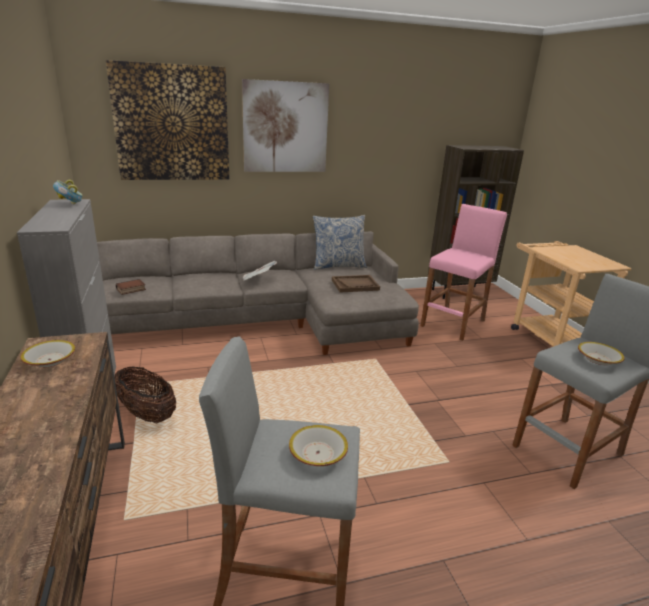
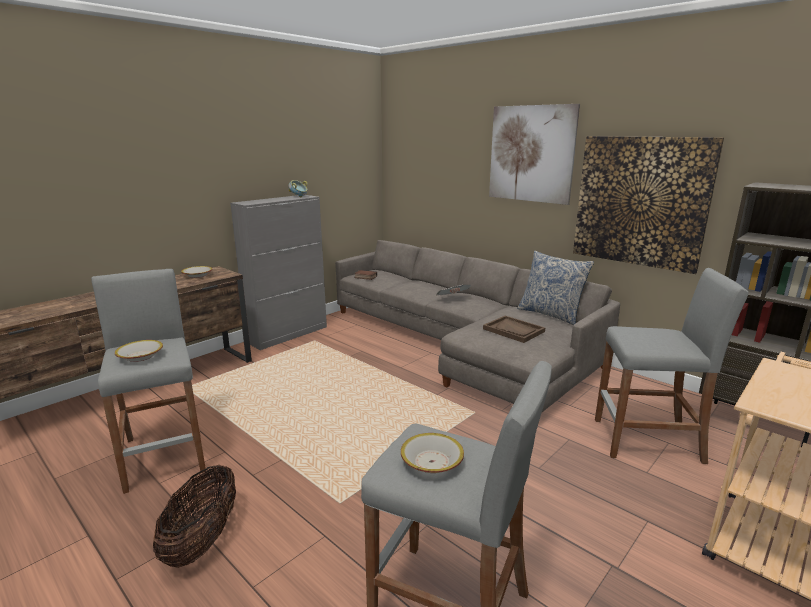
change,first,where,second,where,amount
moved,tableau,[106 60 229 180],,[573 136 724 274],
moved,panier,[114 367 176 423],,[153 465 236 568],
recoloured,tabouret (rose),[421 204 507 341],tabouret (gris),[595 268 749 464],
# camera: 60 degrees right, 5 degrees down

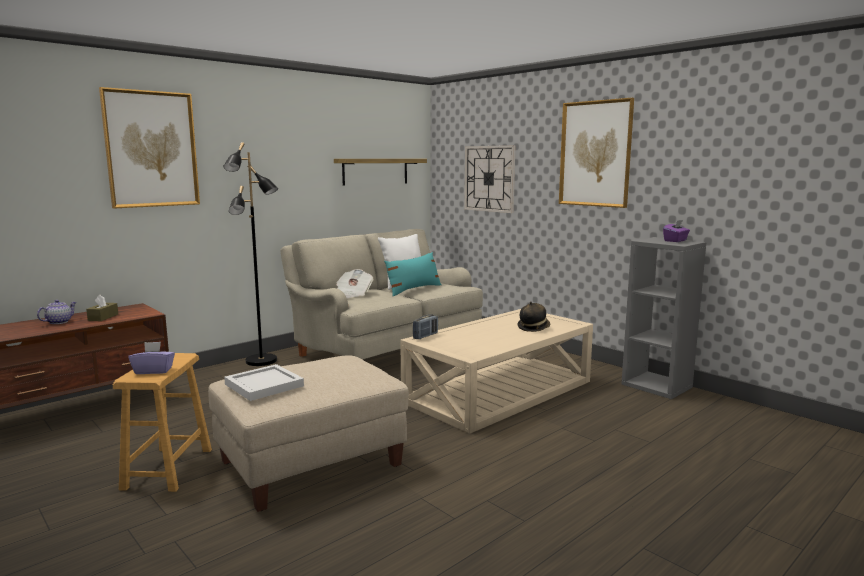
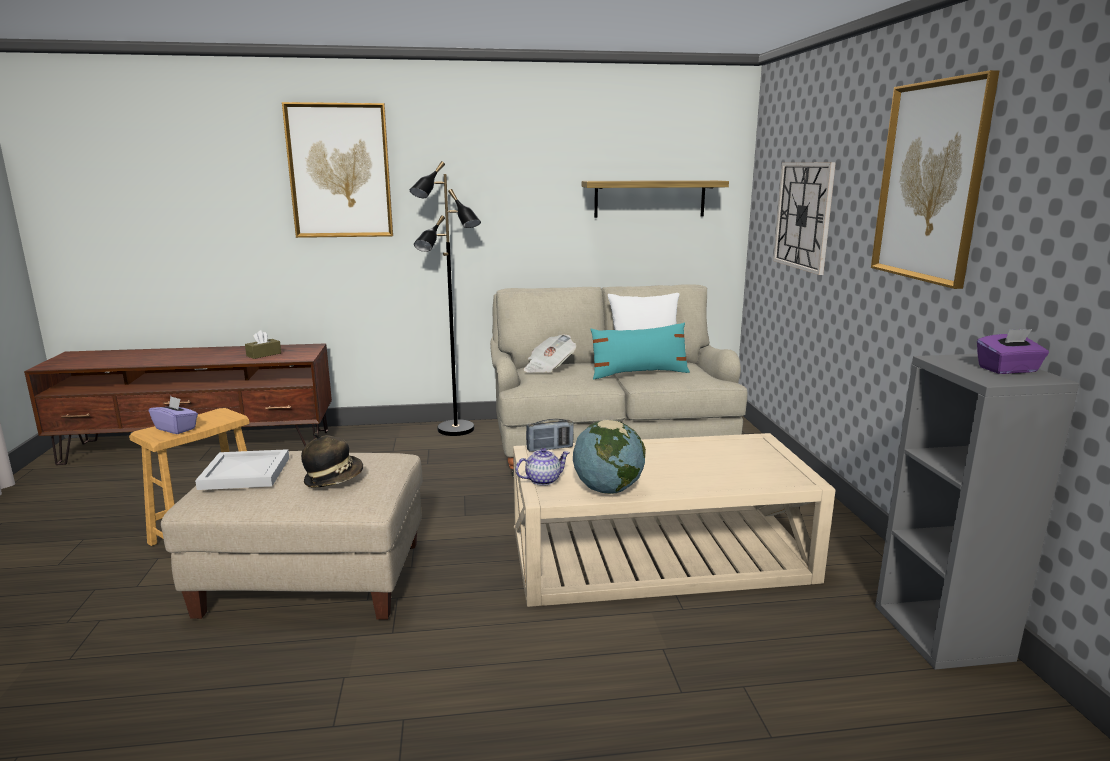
change,first,where,second,where,amount
moved,théière,[37 300 77 324],,[516 448 570 486],
moved,chapeau,[517 301 550 332],,[301 433 363 488],
added,,,globe,[573 420 646 494],
# camera: 35 degrees right, 5 degrees up

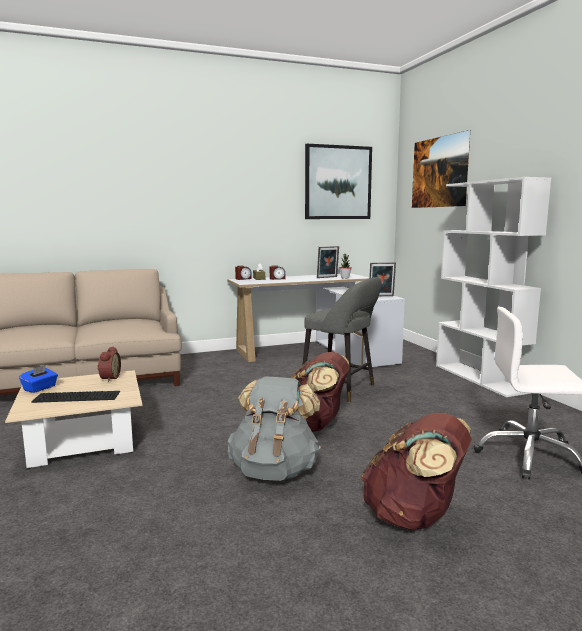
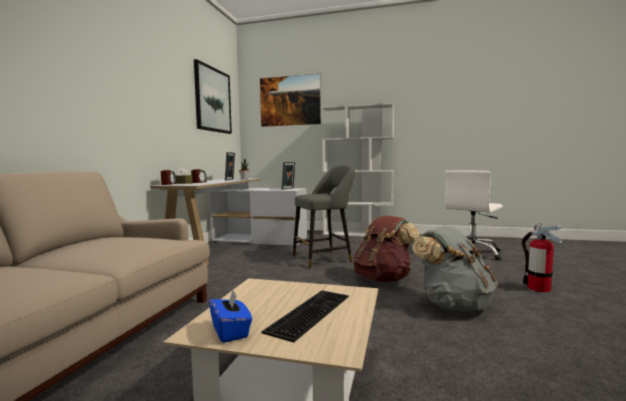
change,first,where,second,where,amount
removed,réveil,[97 346 121 382],,,
replaced,sac à dos (marron),[361 413 472 530],extincteur,[522 223 563 292],
# camera: 55 degrees left, 5 degrees down

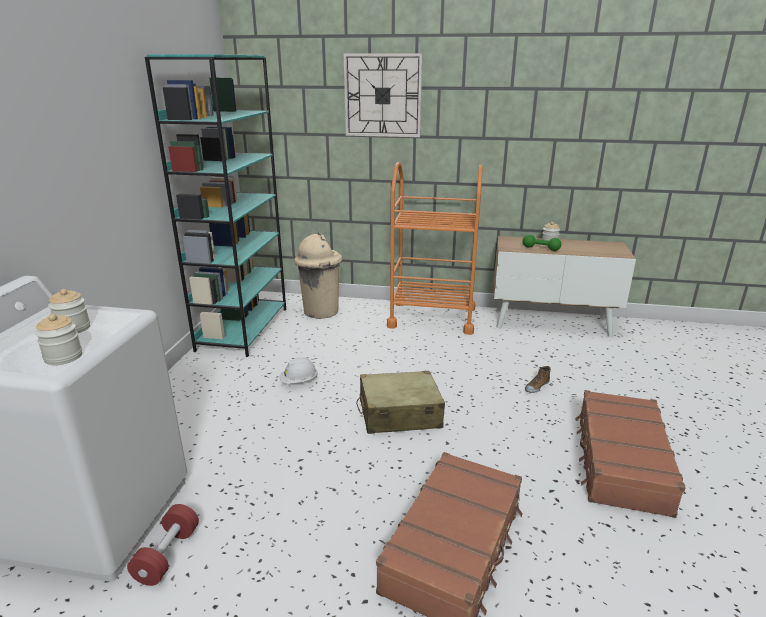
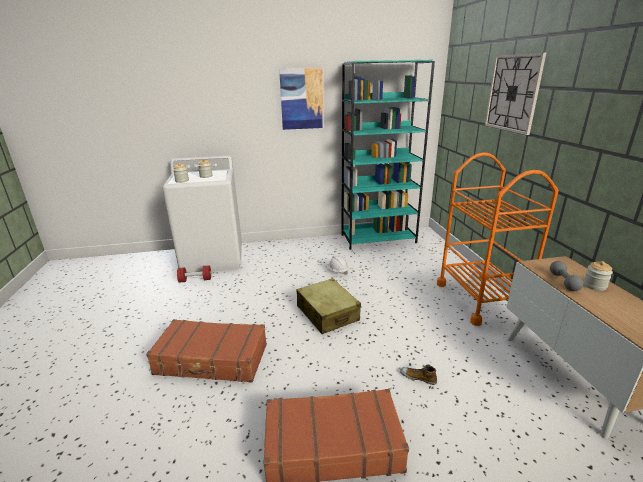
change,first,where,second,where,amount
removed,poubelle (beige),[294 233 342 319],,,
recoloured,haltère (vert),[522 235 562 251],haltère (gris),[550 261 583 291],
added,,,tableau,[279 68 323 130],
# camera: 70 degrees right, 0 degrees up

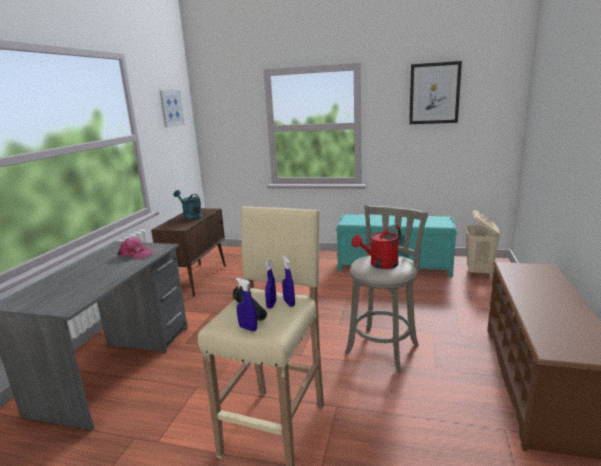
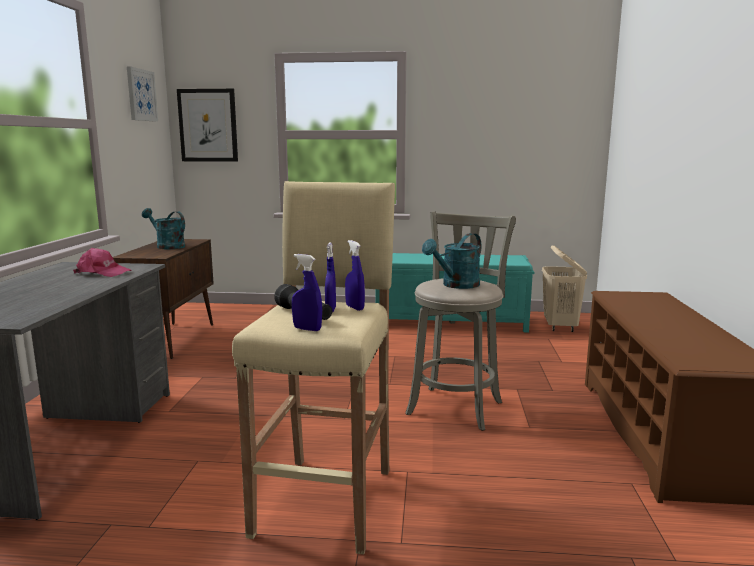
change,first,where,second,where,amount
recoloured,arrosoir (rouge),[352 225 401 269],arrosoir (turquoise),[422 233 481 289],
moved,tableau,[409 61 462 124],,[177 89 238 162],
# camera: 10 degrees left, 5 degrees down

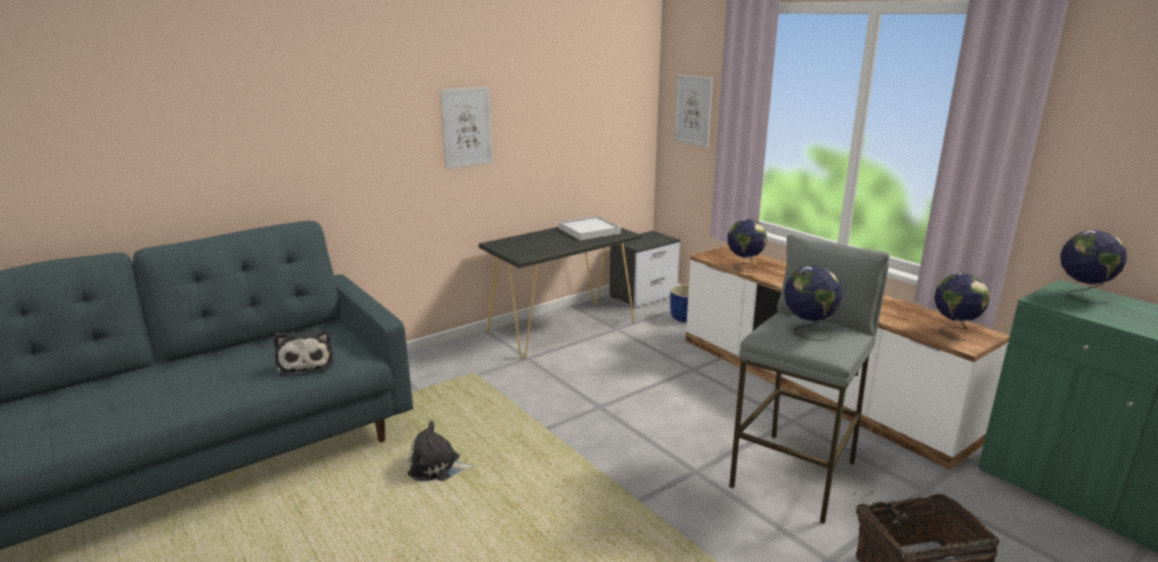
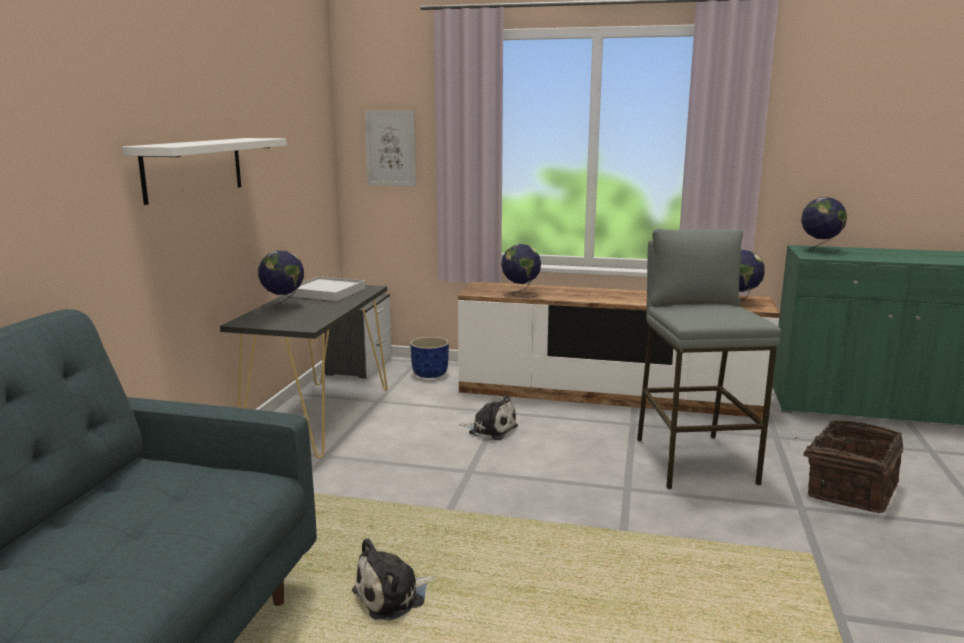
change,first,where,second,where,amount
moved,peluche,[274 330 334 377],,[459 395 518 440],
replaced,tableau,[440 87 493 169],étagère (blanc),[122 138 287 205],
moved,globe,[784 265 842 341],,[258 251 304 309],
# camera: 40 degrees left, 5 degrees down

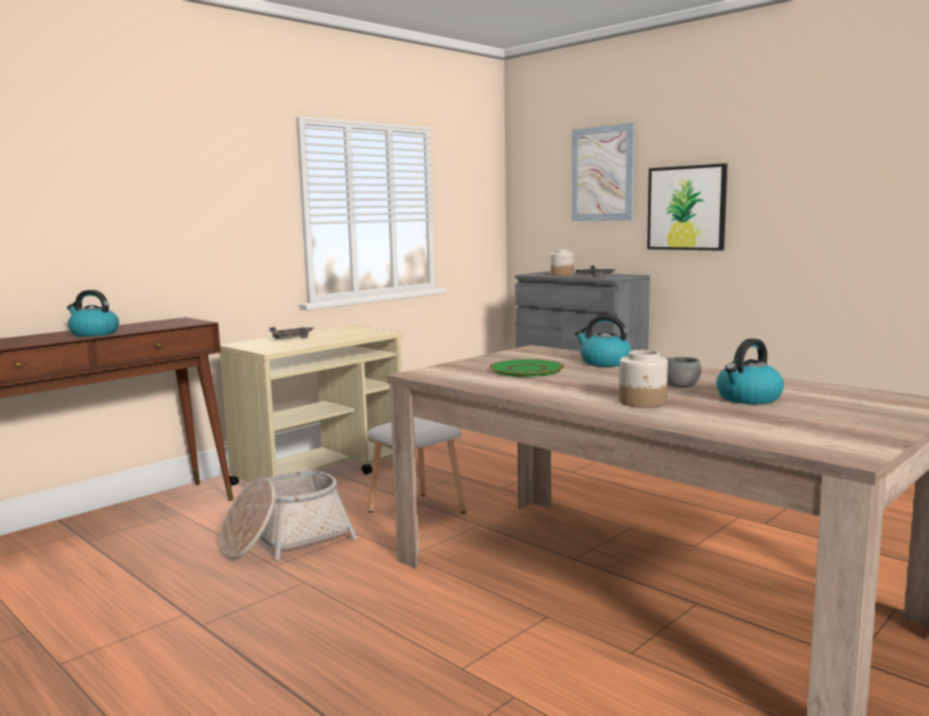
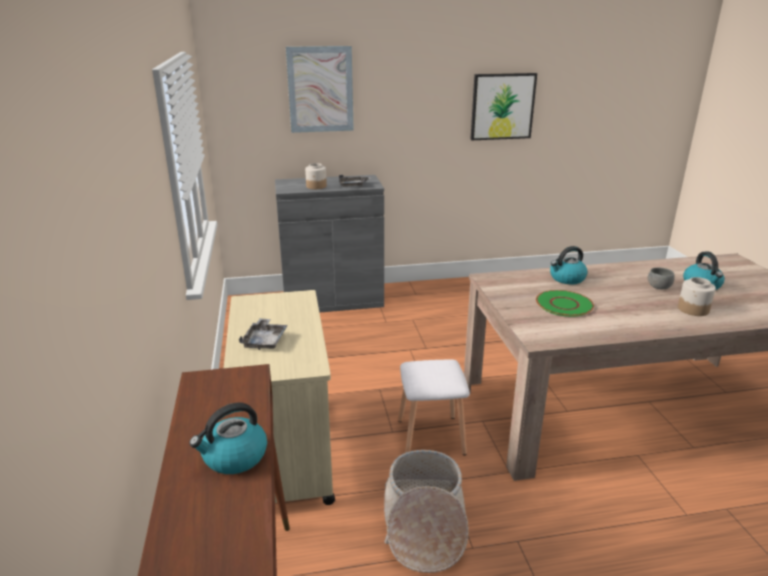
change,first,where,second,where,amount
moved,tableau,[647 163 727 251],,[470 73 537 140],
# camera: 55 degrees left, 15 degrees up

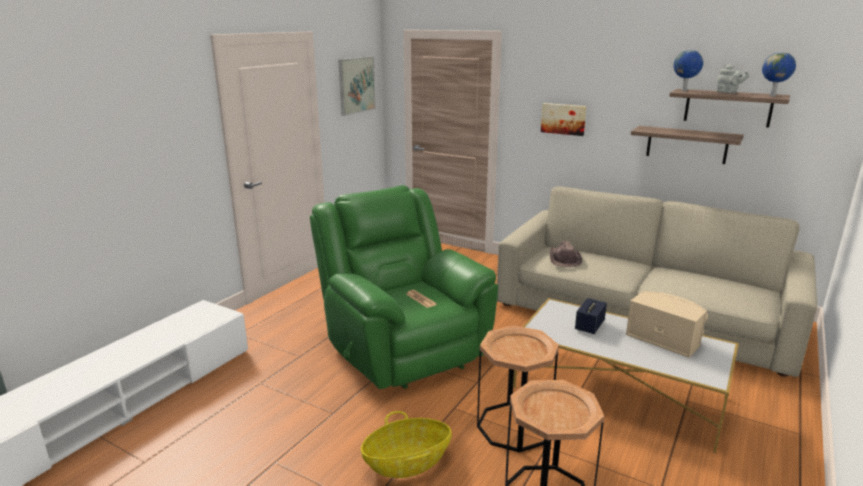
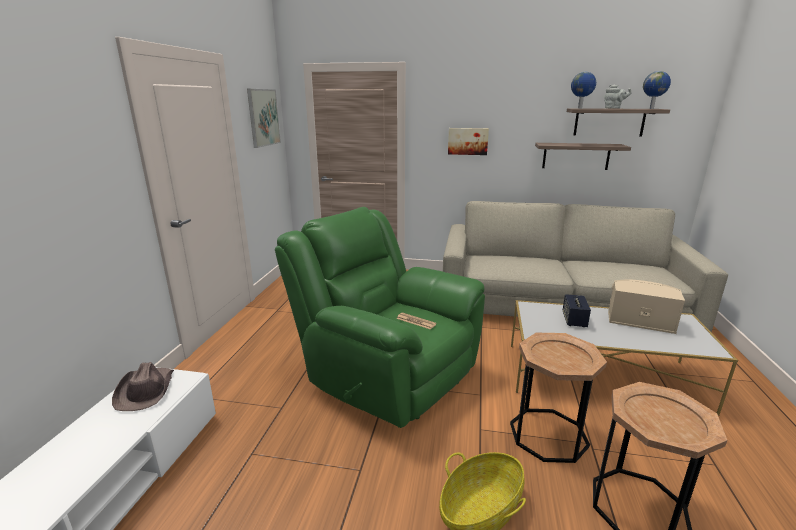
change,first,where,second,where,amount
moved,chapeau (marron),[550 240 582 267],,[112 362 174 411],
# camera: 20 degrees left, 0 degrees up

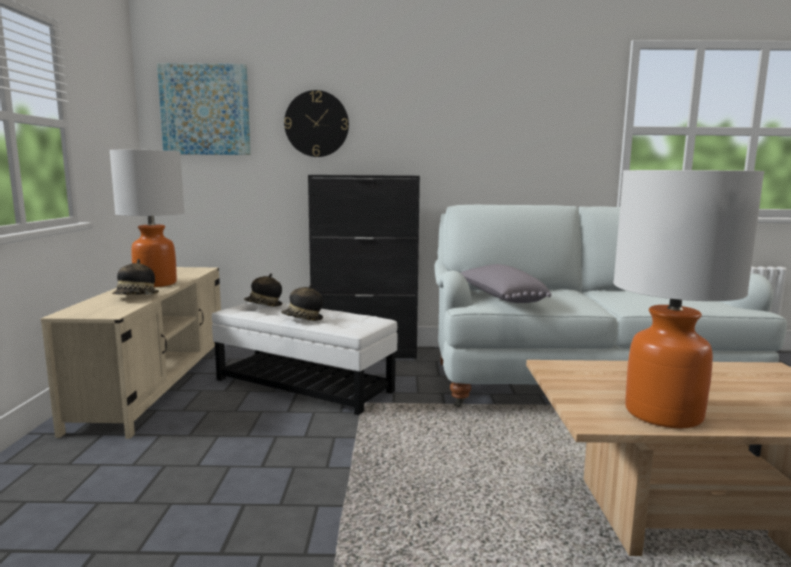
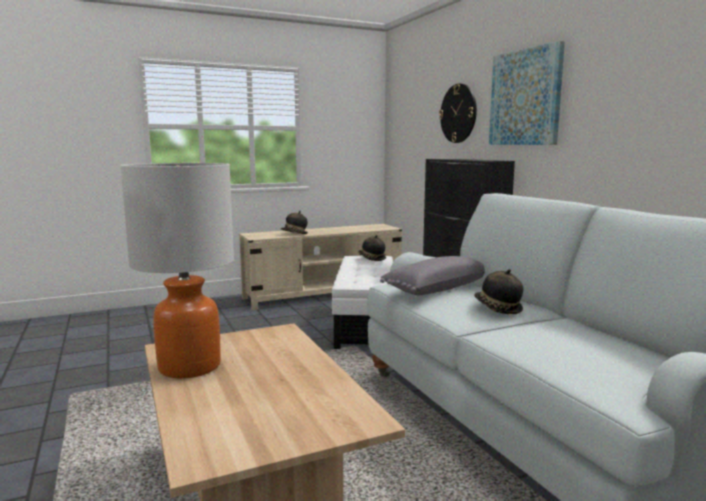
change,first,where,second,where,amount
removed,lampe de table,[109 150 185 287],,,
moved,tableau,[157 63 250 155],,[489 41 565 145],
moved,chapeau,[281 284 323 321],,[474 269 524 314],
# camera: 65 degrees right, 0 degrees up

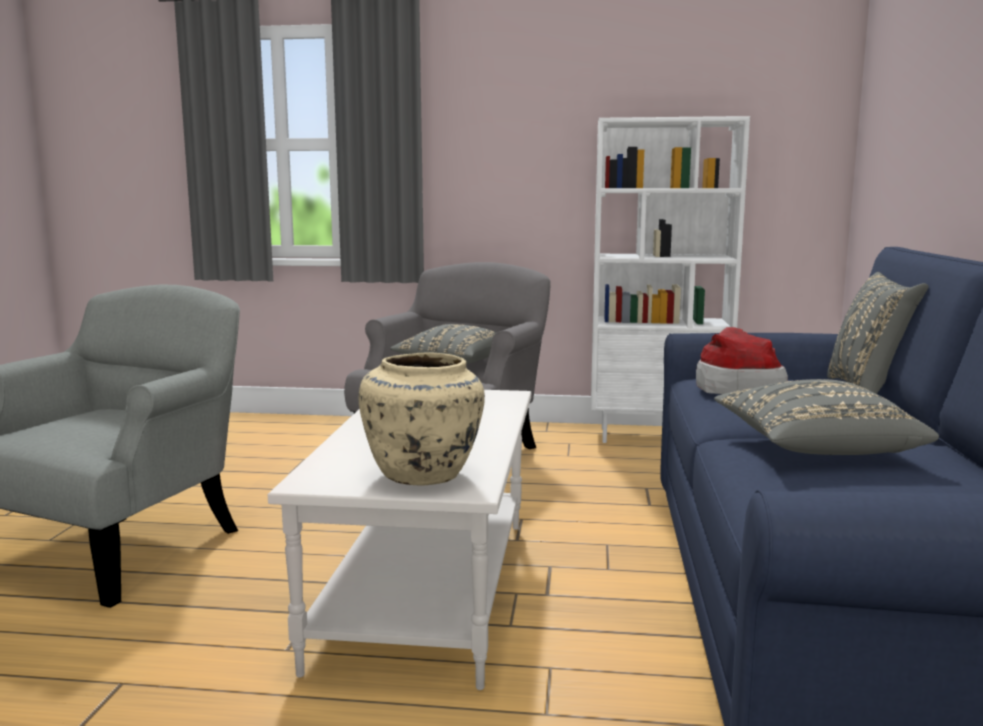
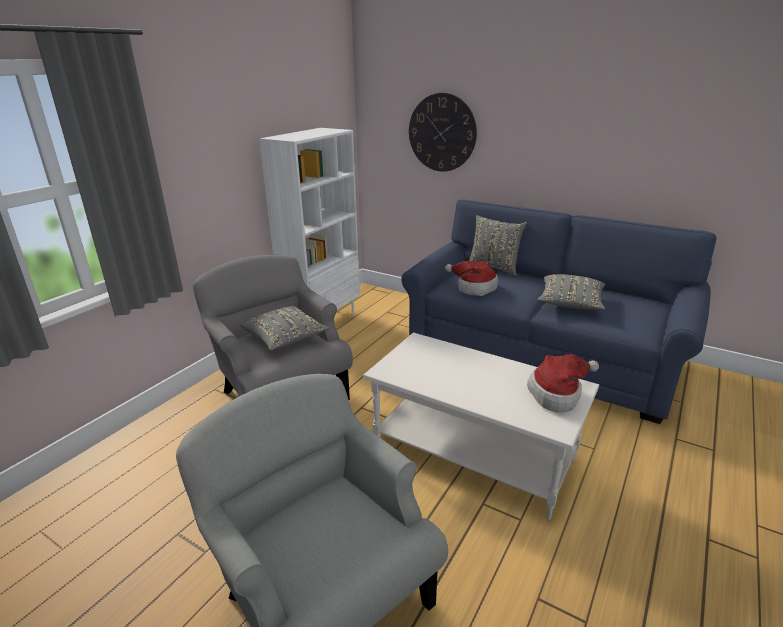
change,first,where,second,where,amount
replaced,vase (beige),[359 352 485 486],chapeau,[527 354 599 412],
added,,,horloge murale,[409 93 477 172],
# camera: 65 degrees left, 15 degrees up

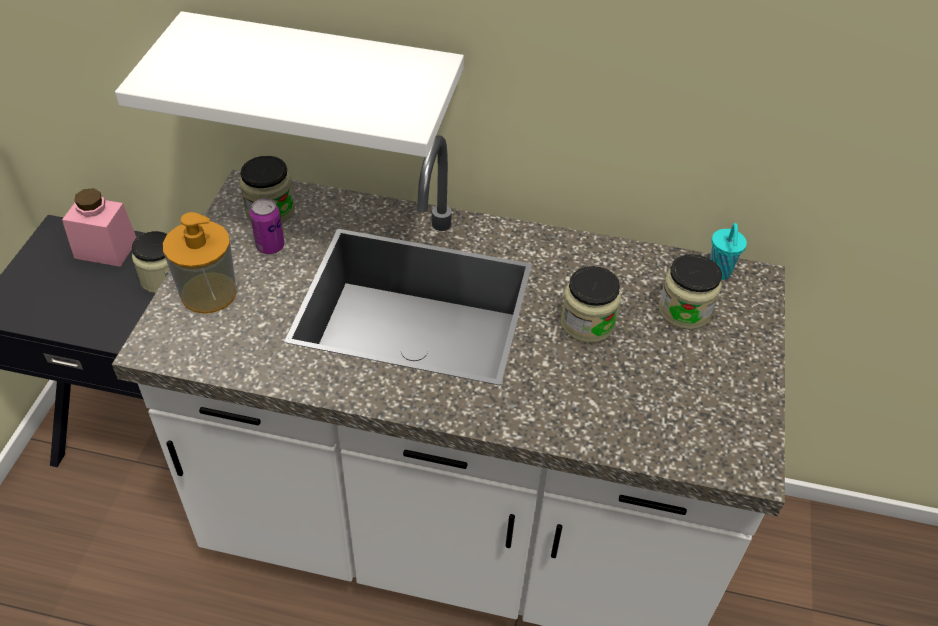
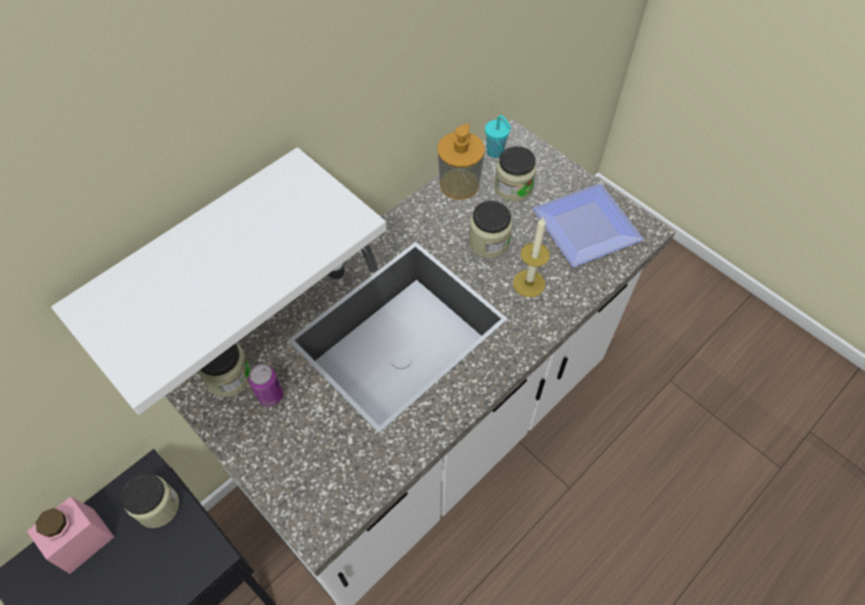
change,first,where,second,where,amount
moved,distributeur de savon,[163 212 237 314],,[437 124 485 200],
added,,,bougie,[513 217 550 297],
added,,,assiette,[533 183 643 267],
# camera: 55 degrees left, 10 degrees up

